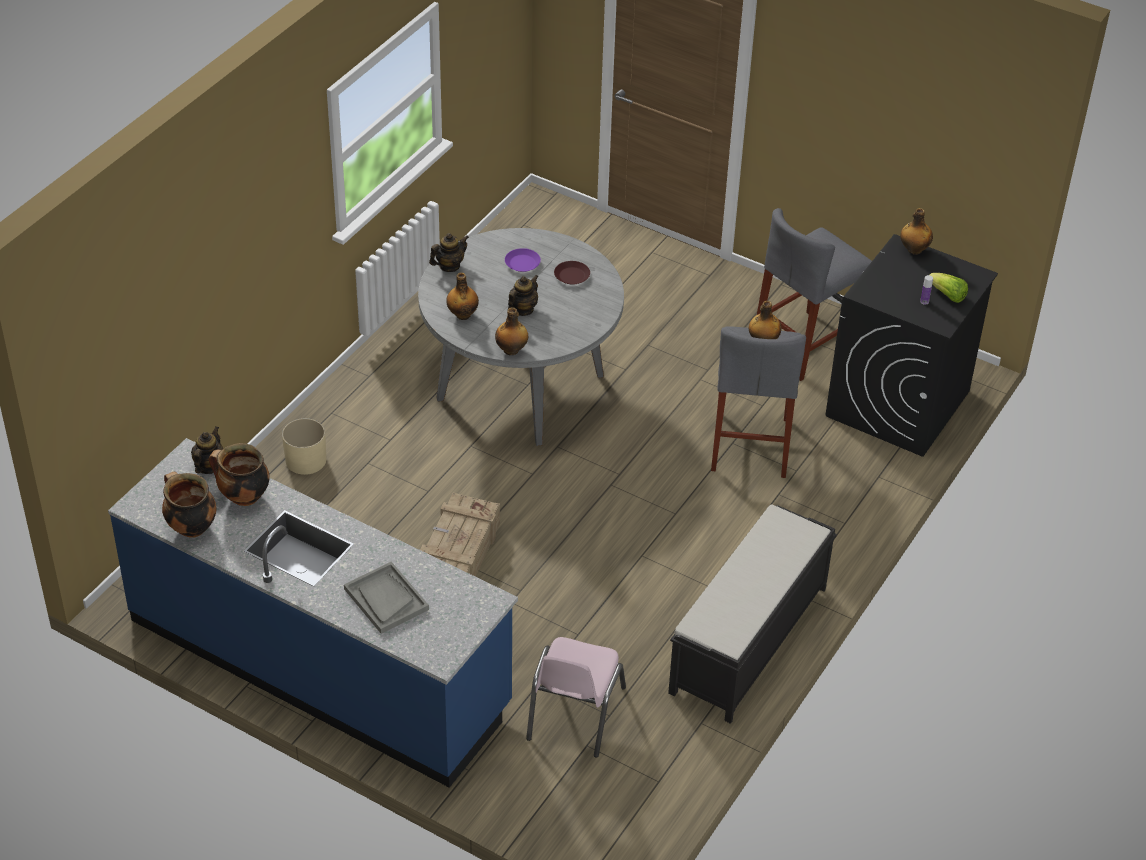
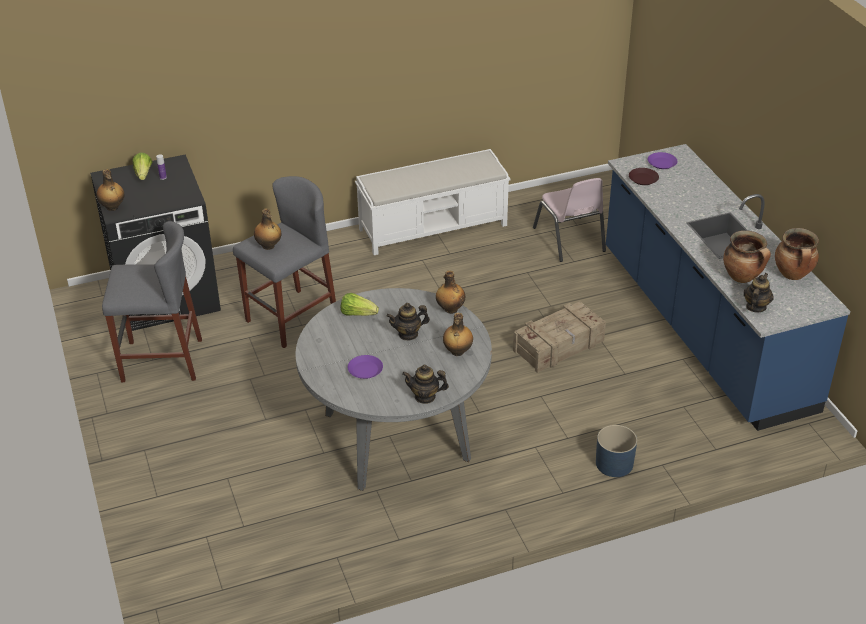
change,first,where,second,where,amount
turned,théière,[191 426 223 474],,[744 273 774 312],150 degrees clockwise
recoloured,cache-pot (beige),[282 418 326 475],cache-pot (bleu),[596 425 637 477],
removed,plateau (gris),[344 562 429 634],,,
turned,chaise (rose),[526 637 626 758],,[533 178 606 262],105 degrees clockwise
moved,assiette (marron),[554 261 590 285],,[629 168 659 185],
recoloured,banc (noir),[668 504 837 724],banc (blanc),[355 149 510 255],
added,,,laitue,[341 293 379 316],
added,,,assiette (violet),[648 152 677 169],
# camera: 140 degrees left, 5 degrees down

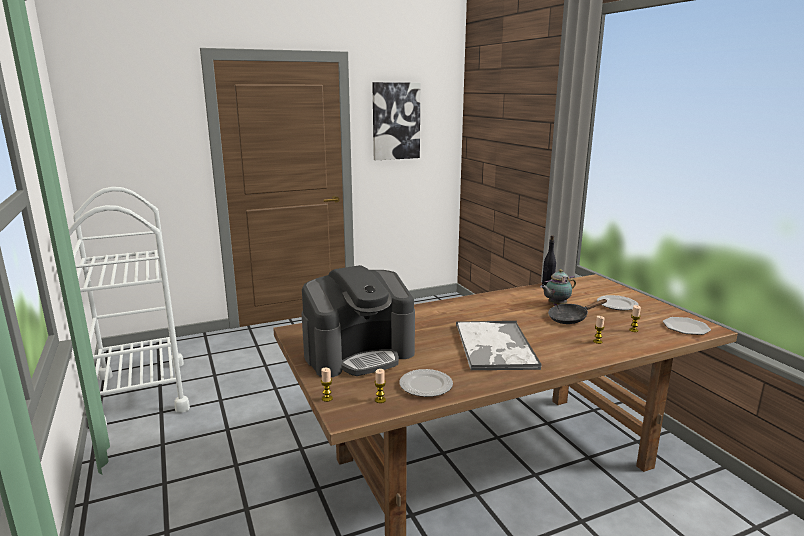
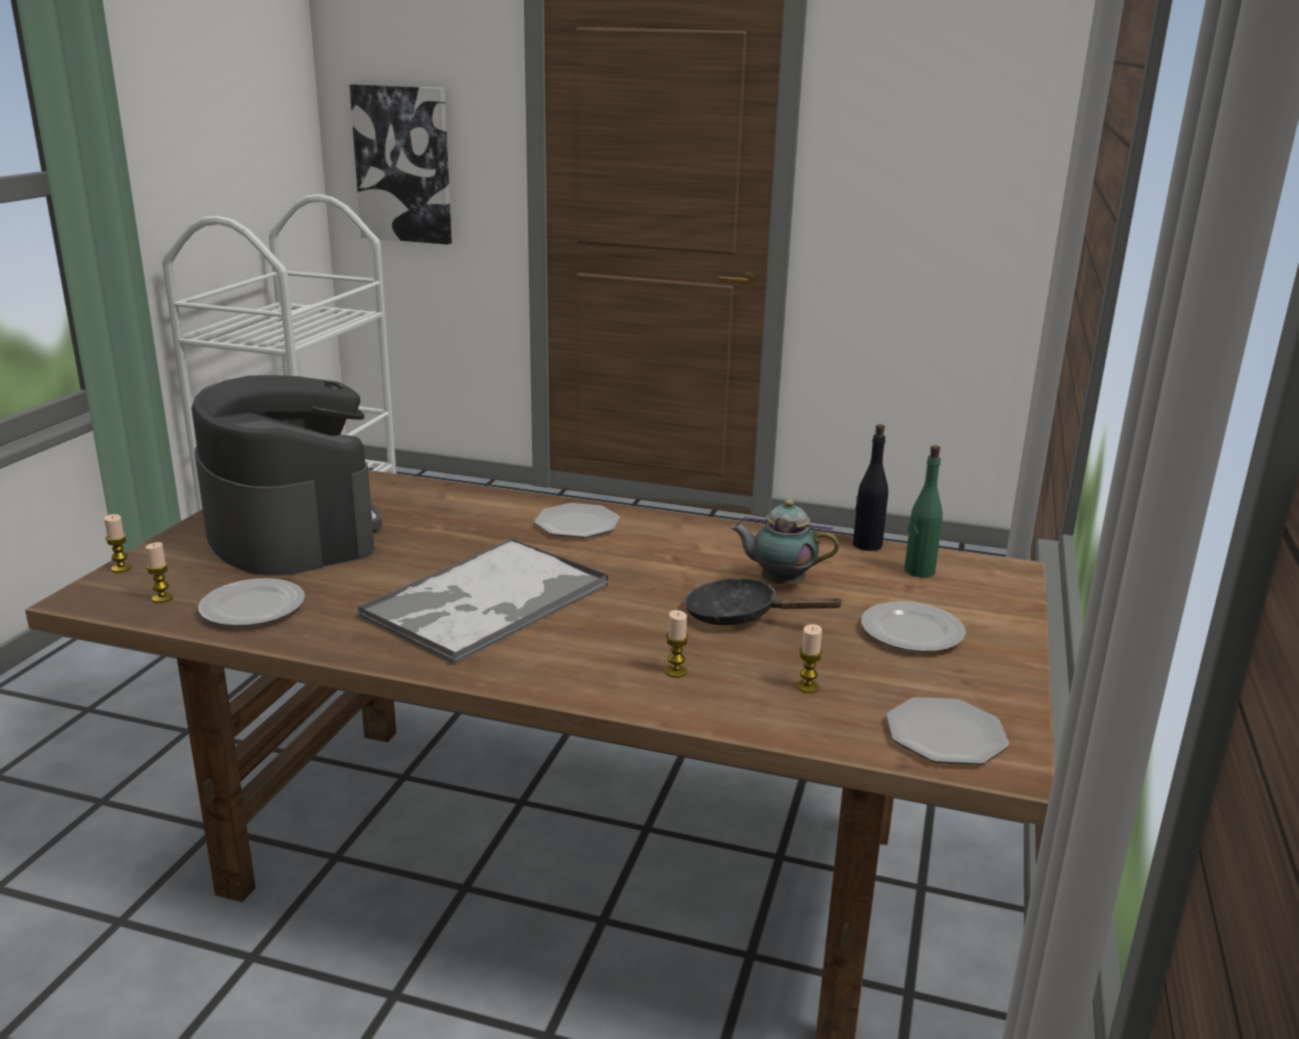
change,first,where,second,where,amount
turned,machine à café,[302 265 415 377],,[191 375 382 576],135 degrees counterclockwise
moved,tableau,[372 82 421 160],,[350 84 452 244],
added,,,assiette,[534 503 620 538],
added,,,bouteille (vert),[904 445 943 578],
# camera: 40 degrees right, 5 degrees up

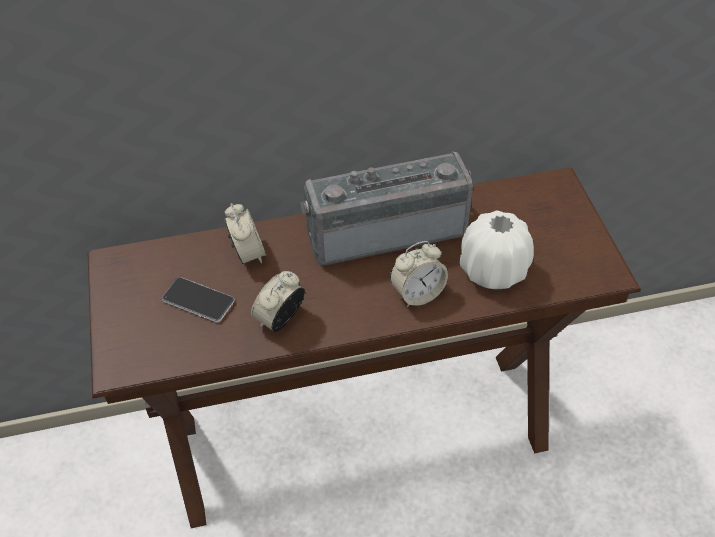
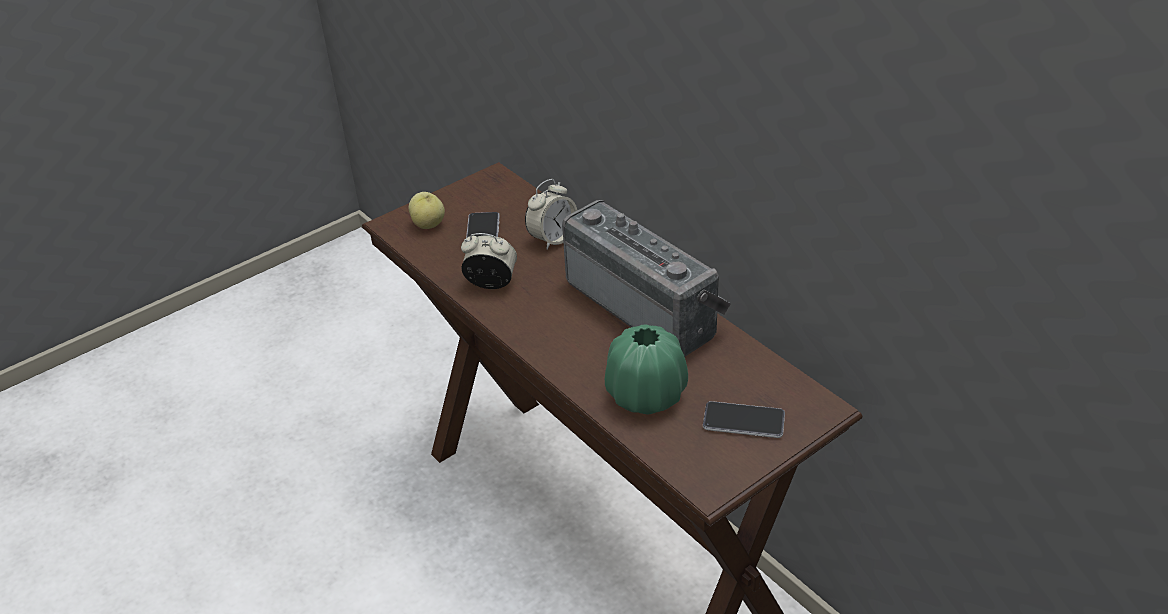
change,first,where,second,where,amount
removed,réveil,[390 241 448 307],,,
recoloured,vase (blanc),[460 211 534 289],vase (vert),[605 325 688 414],
added,,,pomme,[409 192 445 229],
added,,,téléphone,[703 401 785 438],
# camera: 65 degrees right, 10 degrees down

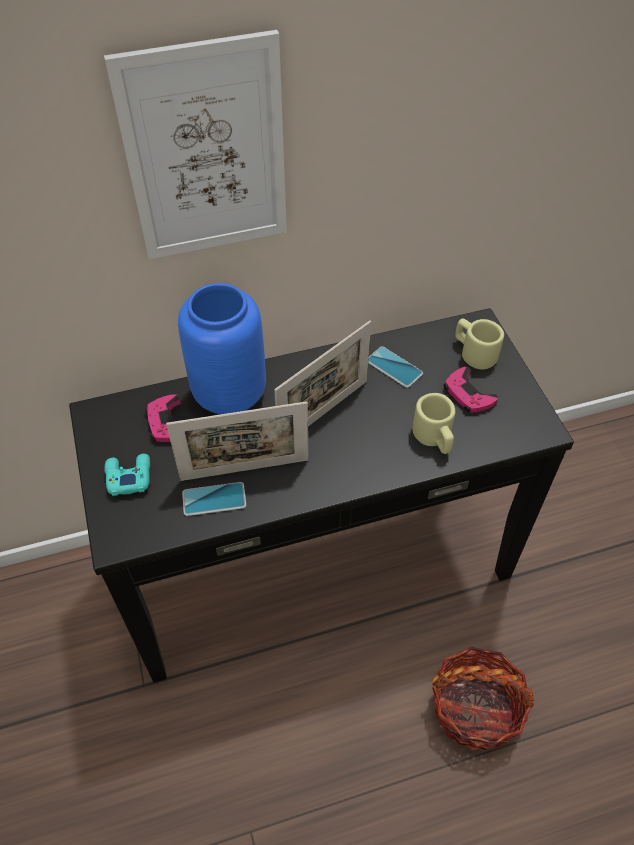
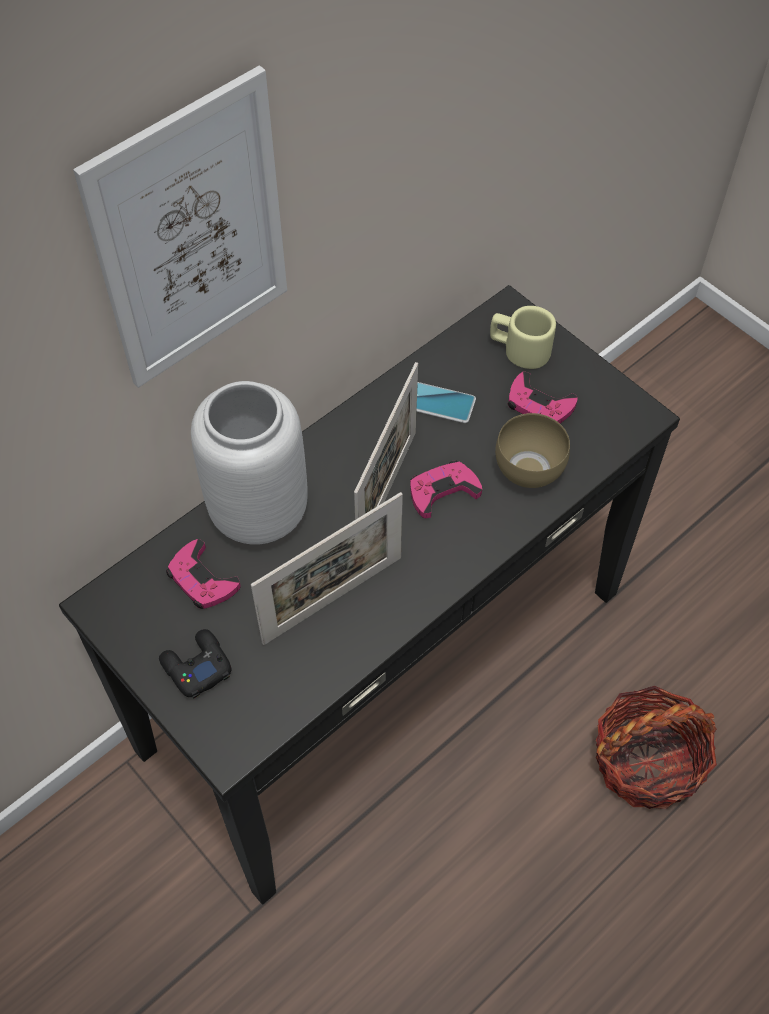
change,first,where,second,where,amount
recoloured,manette (turquoise),[105 454 150 496],manette (noir),[159 629 231 698],
recoloured,vase (bleu),[178 283 266 414],vase (gris),[191 381 308 544],
removed,téléphone,[182 482 246 516],,,
replaced,mug (beige),[412 393 455 454],bol (marron),[495 413 570 488],
added,,,manette (rose),[410 460 482 518],
# camera: 25 degrees left, 5 degrees up

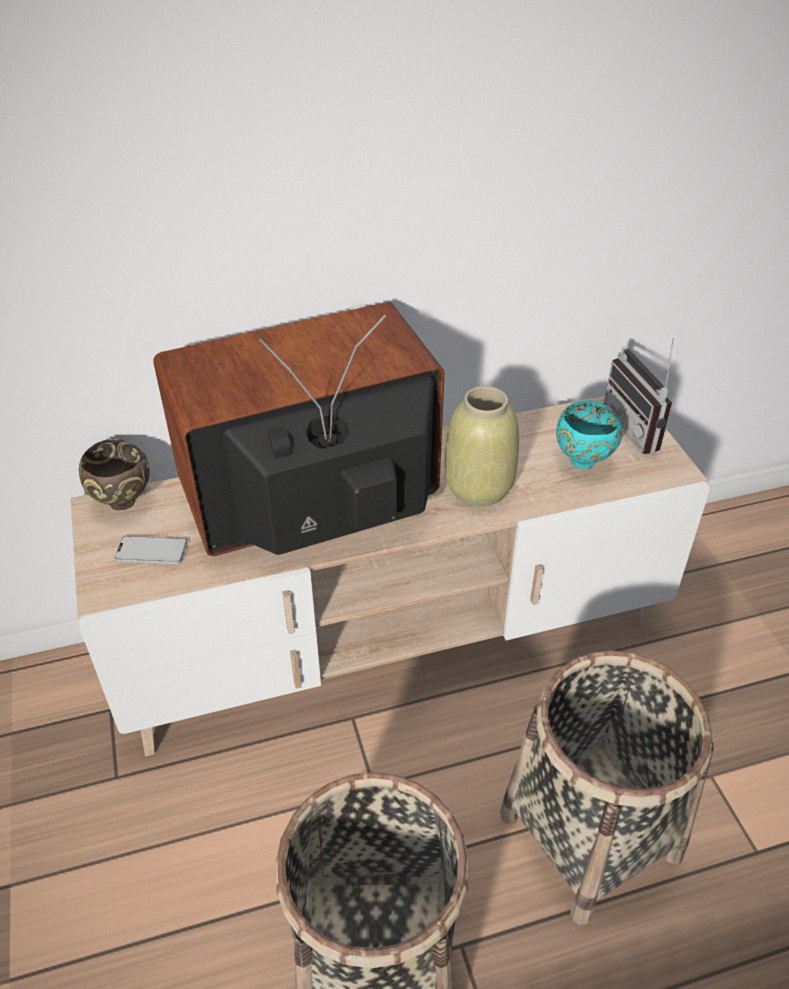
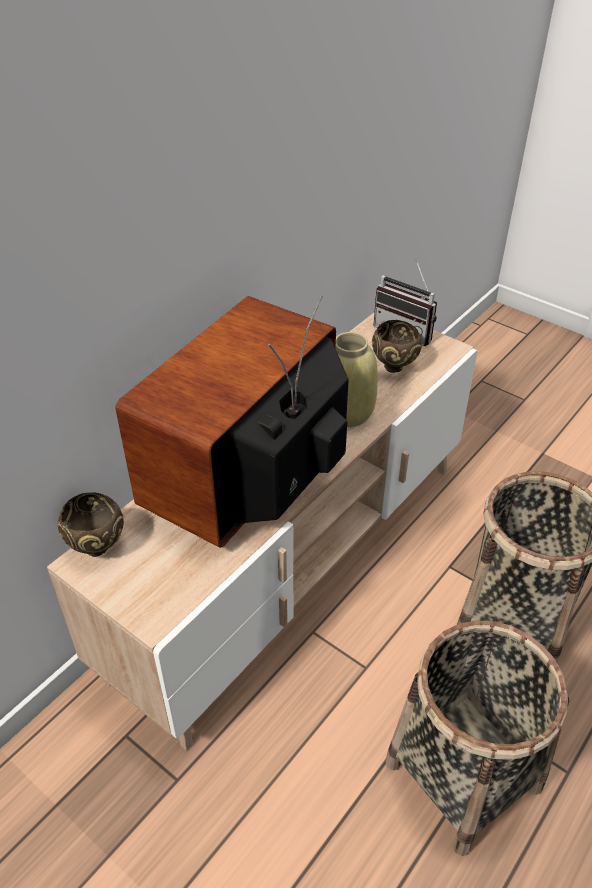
change,first,where,second,where,amount
removed,téléphone,[115 536 187 564],,,
recoloured,bol (turquoise),[556 400 622 469],bol (marron),[372 320 422 373],
# camera: 35 degrees left, 0 degrees up

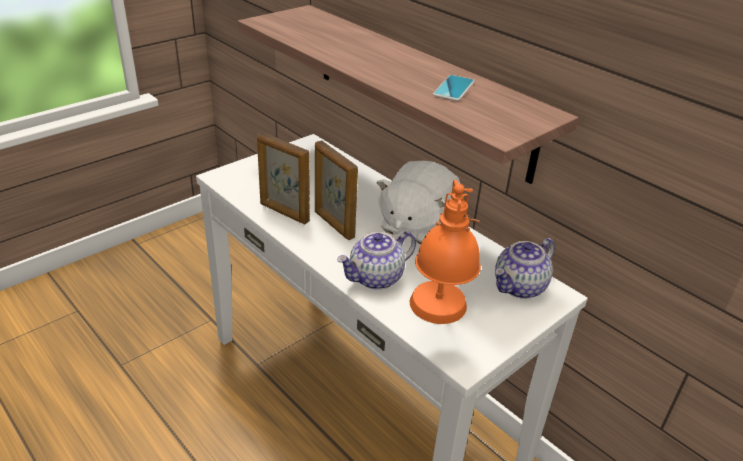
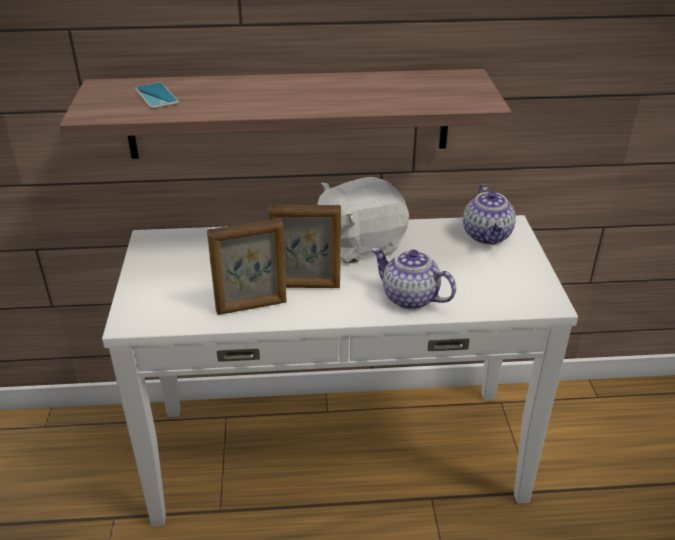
change,first,where,second,where,amount
turned,théière,[337 231 416 290],,[371 247 456 310],120 degrees clockwise
turned,peluche (blanc),[376 161 460 244],,[317 177 409 264],90 degrees clockwise
removed,lampe de table (orange),[410 180 481 324],,,
moved,téléphone,[433 75 475 101],,[135 82 179 109],
# camera: 50 degrees left, 0 degrees up

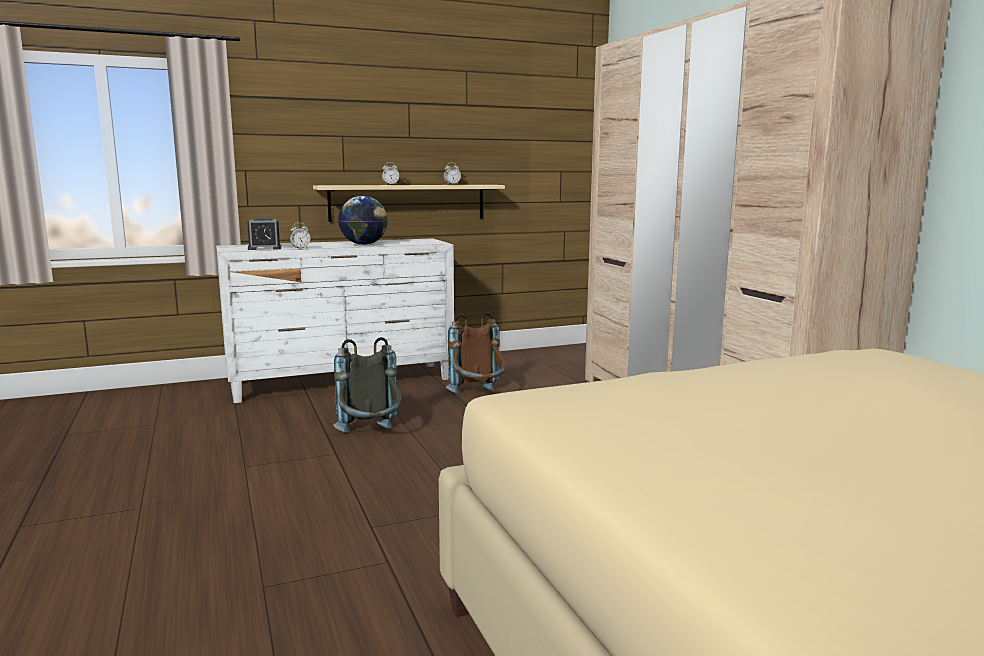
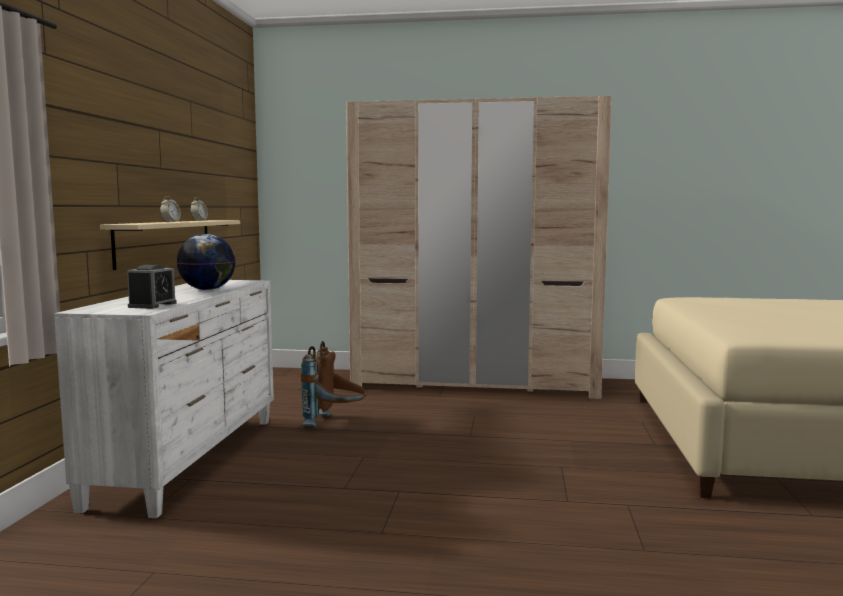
change,first,where,second,where,amount
removed,réveil,[290 223 310 249],,,
removed,sac à dos (gris),[333 337 401 433],,,
# camera: 60 degrees left, 5 degrees down

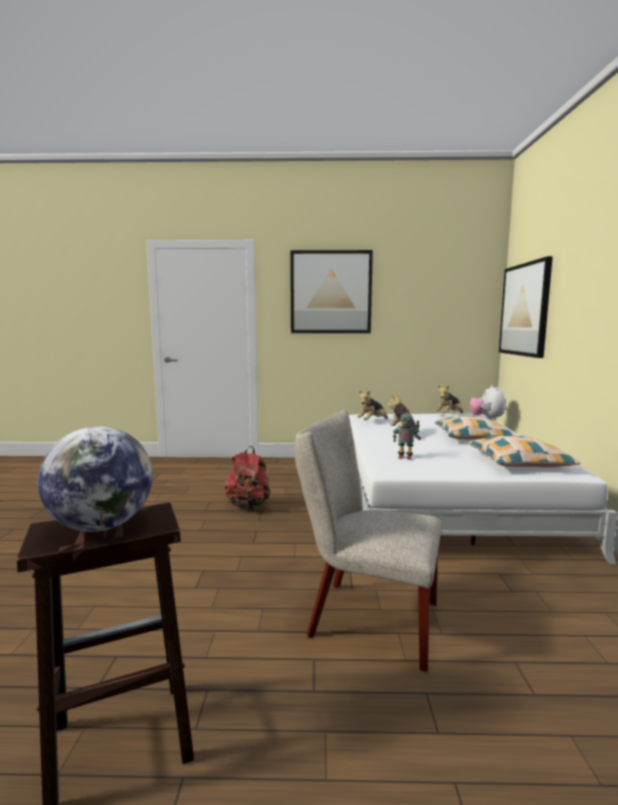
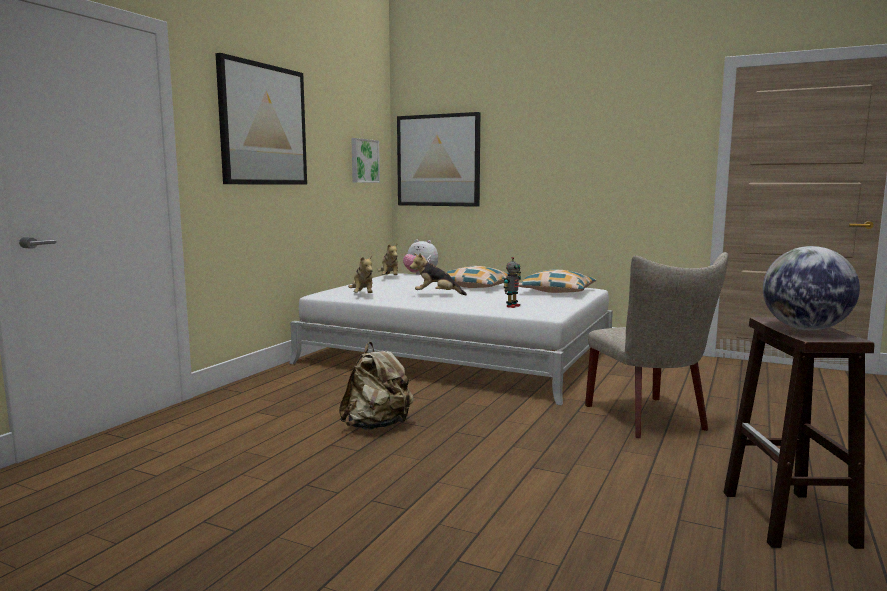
change,first,where,second,where,amount
recoloured,sac à dos (rouge),[225 446 270 509],sac à dos (beige),[339 342 414 430],
turned,chaise (beige),[295 410 442 672],,[585 252 728 438],60 degrees counterclockwise
added,,,tableau,[351 138 380 183],
# camera: 65 degrees left, 0 degrees up

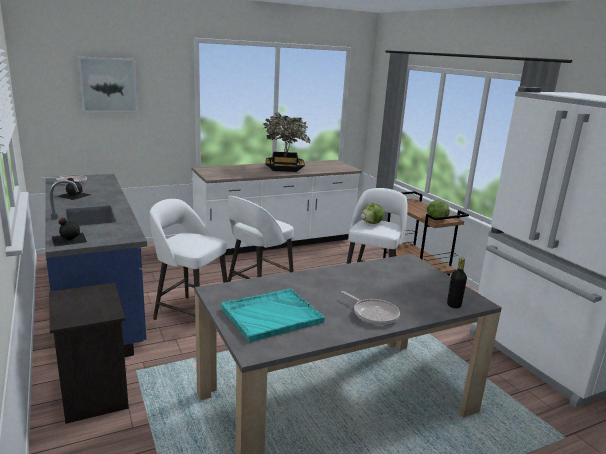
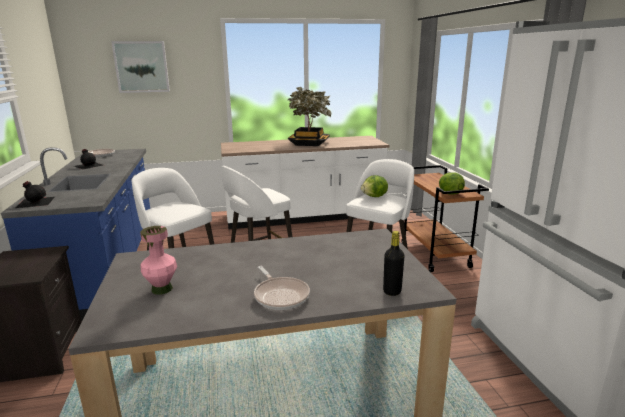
change,first,where,second,where,amount
replaced,plateau (turquoise),[221 289 325 342],vase (rose),[140 226 177 295],
# camera: 15 degrees right, 0 degrees up

